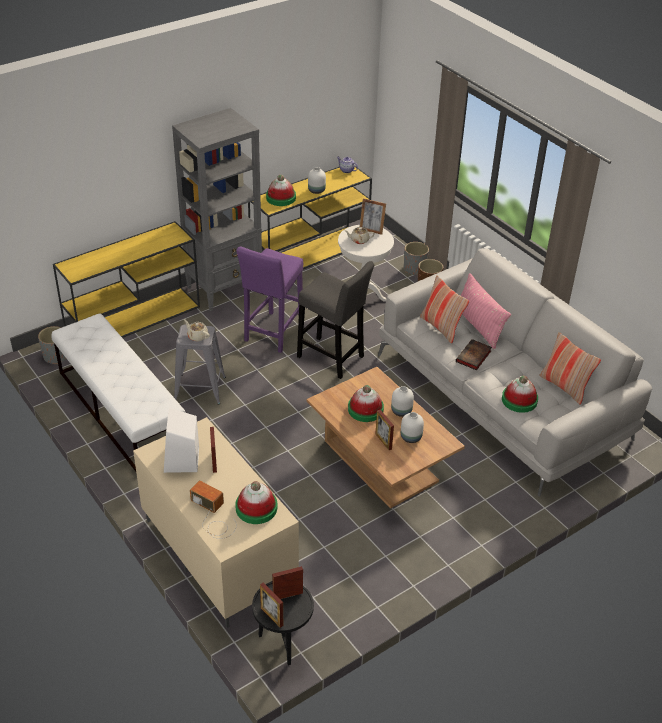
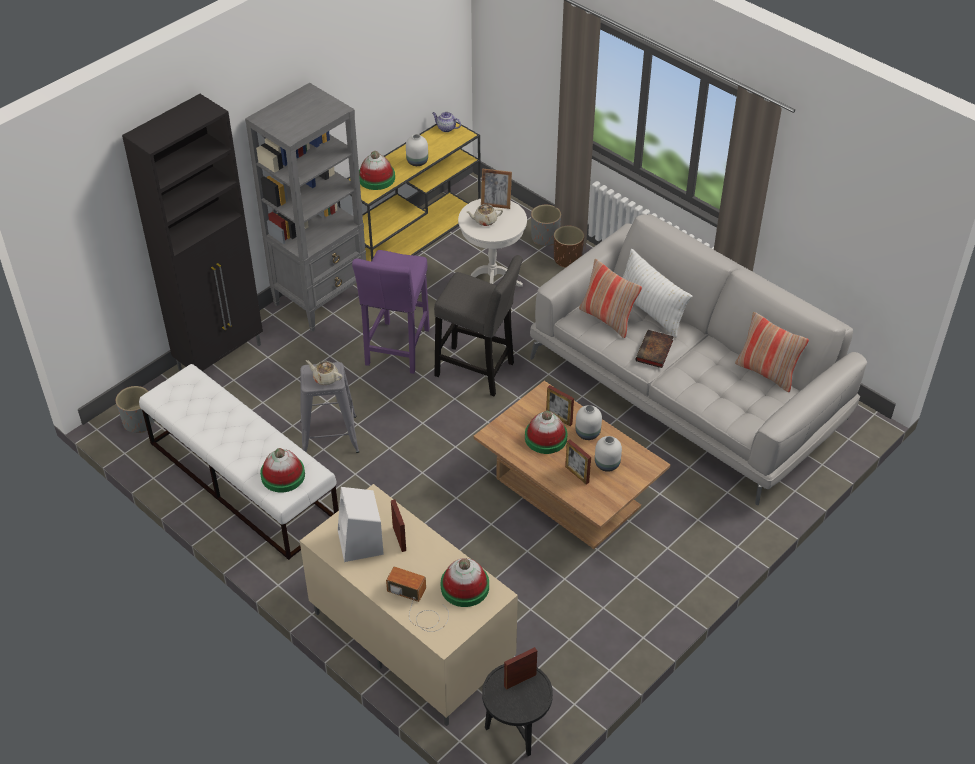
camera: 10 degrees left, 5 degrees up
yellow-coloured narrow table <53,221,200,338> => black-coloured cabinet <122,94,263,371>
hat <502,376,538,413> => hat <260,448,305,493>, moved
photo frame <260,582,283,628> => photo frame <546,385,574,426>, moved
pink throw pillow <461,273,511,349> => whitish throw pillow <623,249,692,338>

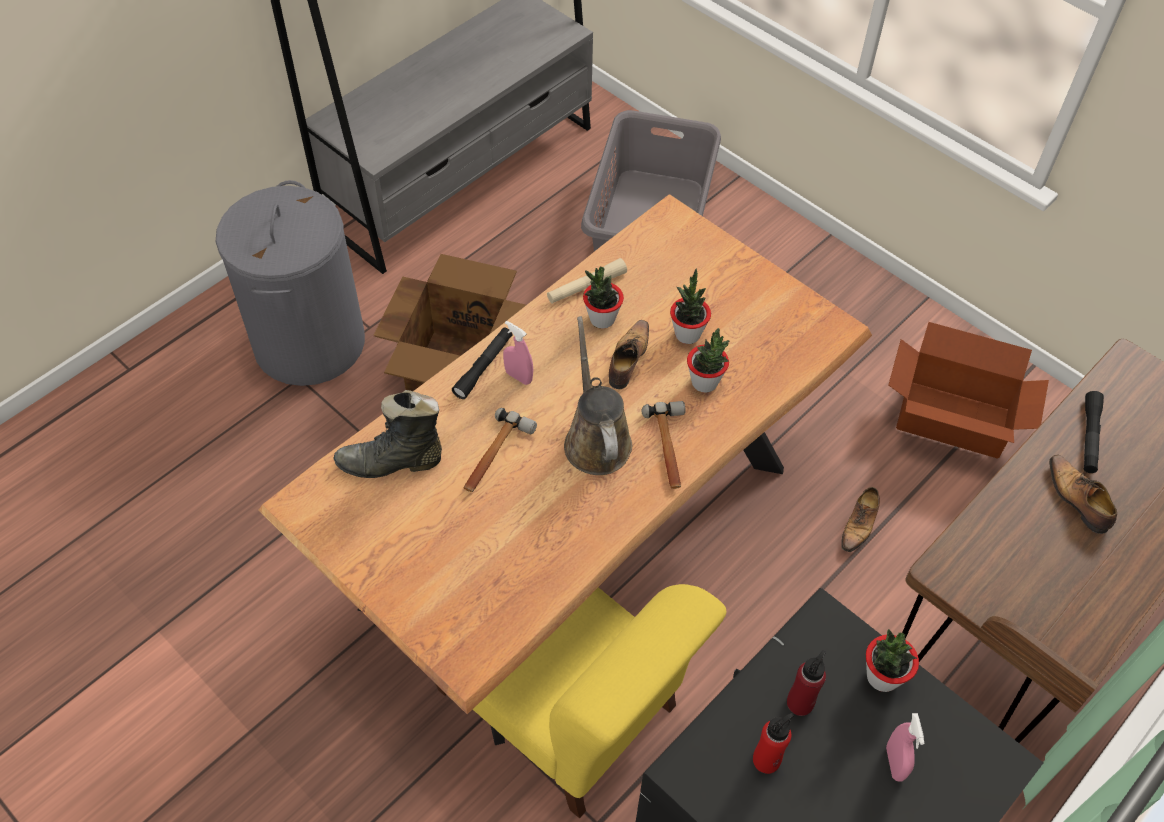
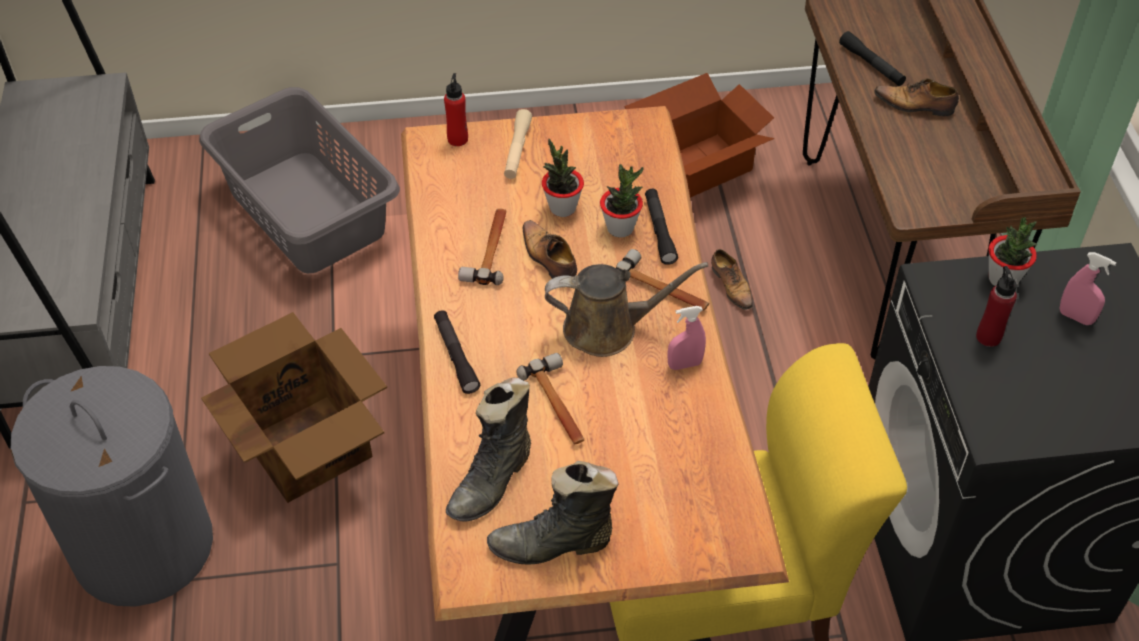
camera: 50 degrees left, 5 degrees down
reddish bottle <753,713,794,774> => reddish bottle <444,73,468,146>, moved
plant in a pot <583,267,624,329> => hand hammer <458,208,506,285>
nothing => black-coloured boot <487,461,619,565>
beige hand torch <547,258,627,304> => beige hand torch <504,109,532,179>, moved
brown-coloured watering can <564,316,632,475> => brown-coloured watering can <545,262,708,357>, 150 degrees clockwise
nothing => black-coloured hand torch <645,189,678,265>
pink spray bottle <503,321,533,385> => pink spray bottle <668,306,706,370>, moved

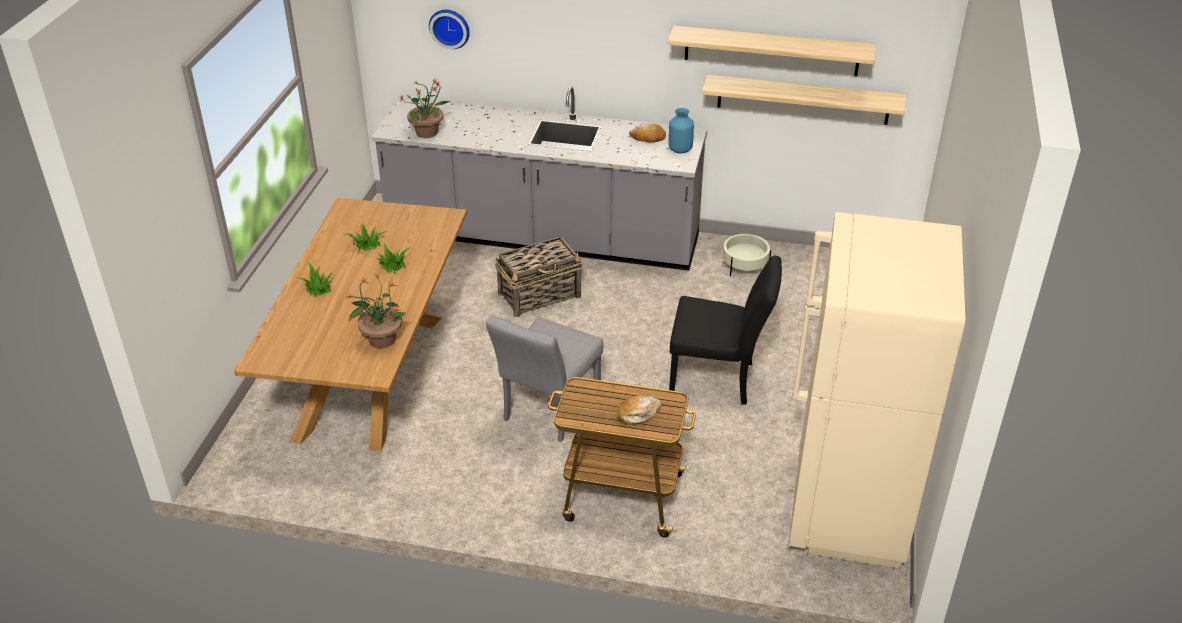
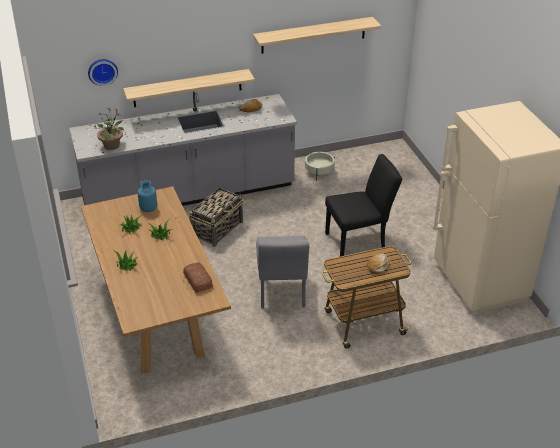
camera: 30 degrees left, 0 degrees up
shelf <702,75,906,125> => shelf <123,69,255,107>, moved
blue-coloured flower vase <668,108,694,153> => blue-coloured flower vase <138,180,157,212>, moved
plant in a pot <346,274,406,348> => bread <183,262,213,293>

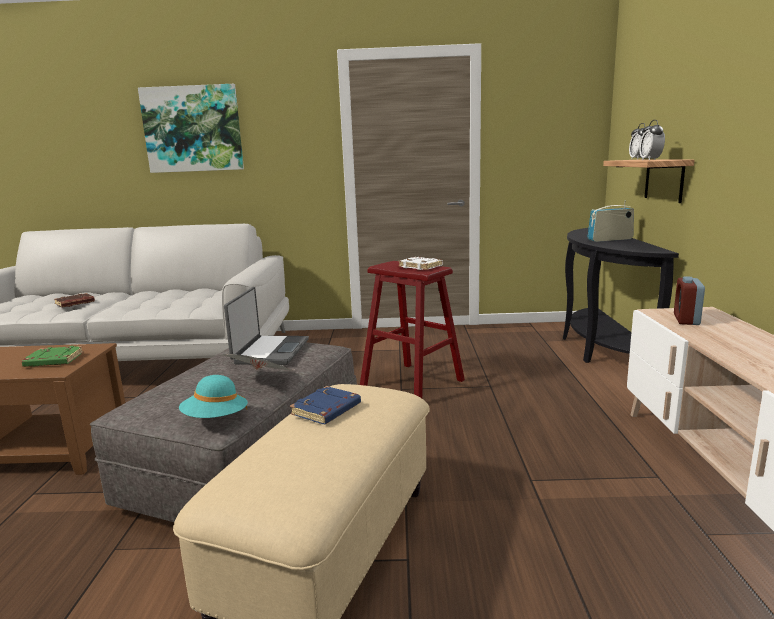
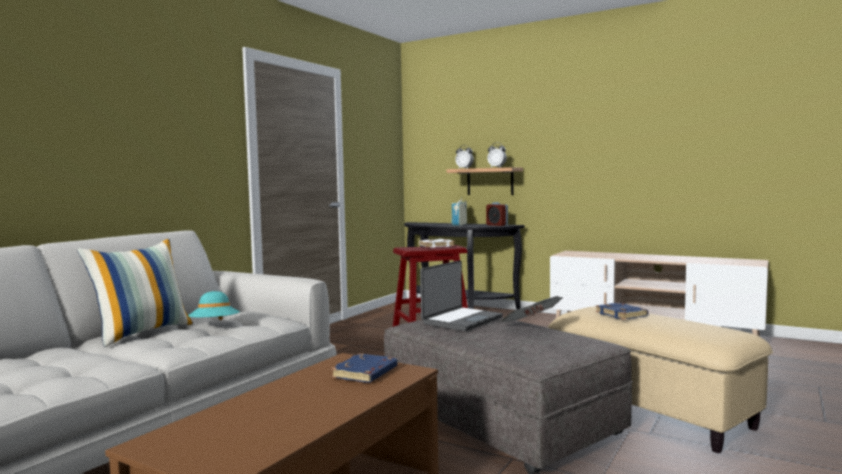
camera: 60 degrees left, 10 degrees down
nothing => throw pillow <77,239,193,347>
turquoise hat <179,375,248,418> => turquoise hat <188,291,240,320>, moved
greenish bound book <22,346,83,367> => blue-coloured bound book <331,353,397,383>
portable computer <224,287,309,365> => portable computer <420,260,503,331>, 90 degrees clockwise
table clock <674,276,705,325> => table clock <486,202,508,226>, moved
brown-coloured bound book <54,293,95,307> => nothing
picture <138,84,244,173> => nothing

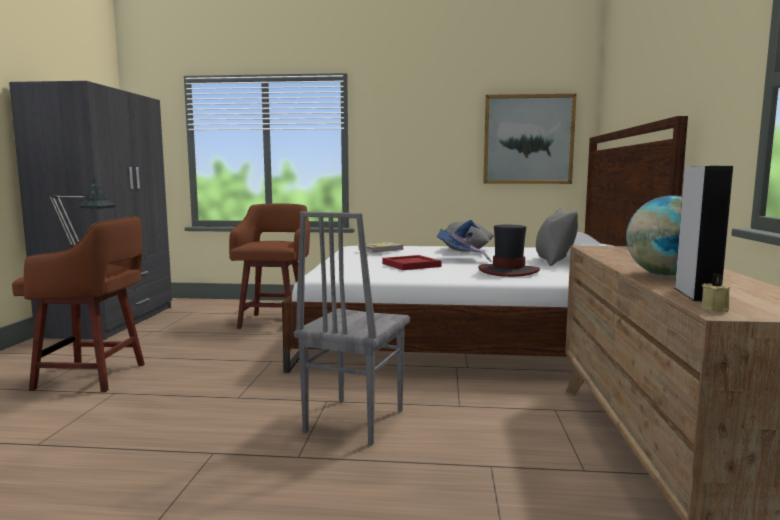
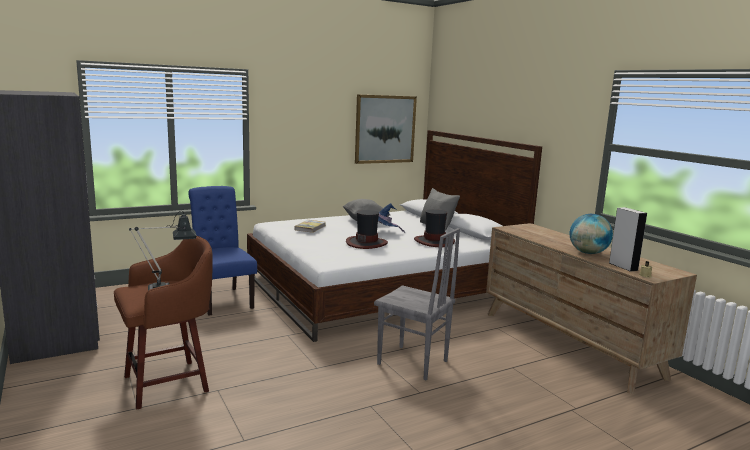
camera: 35 degrees left, 5 degrees up
brown-coloured sitting stool <229,203,310,329> => blue-coloured upright chair <188,186,257,316>
reddish carrying tray <382,255,441,270> => hat <346,210,388,249>
gray upright chair <294,212,410,446> => gray upright chair <374,228,460,380>, 45 degrees counterclockwise

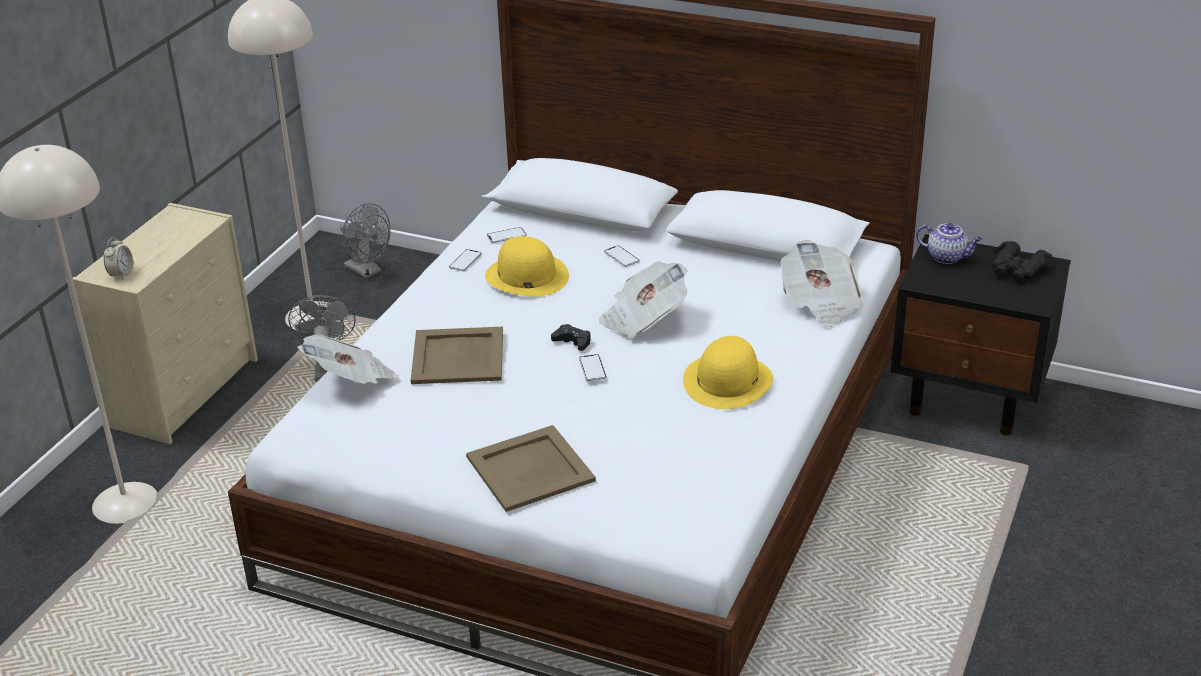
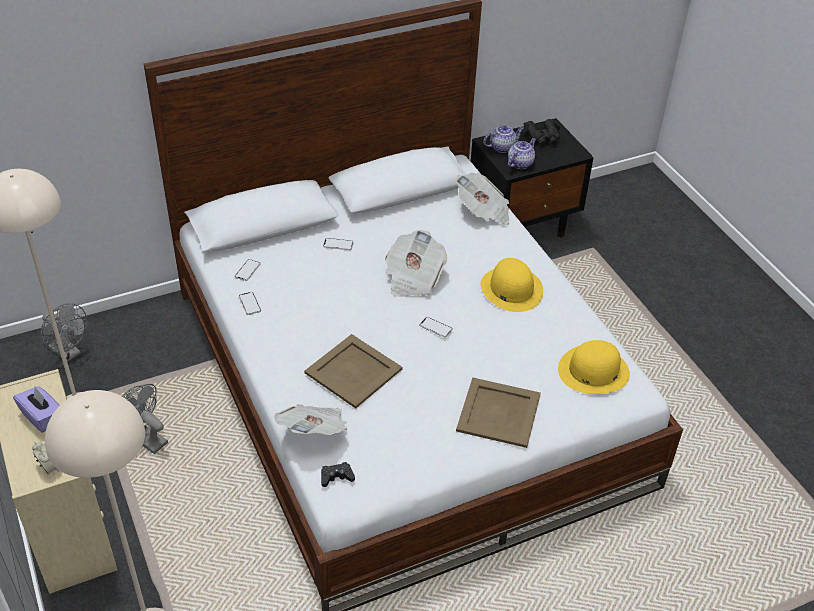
camera: 50 degrees left, 10 degrees up
nothing => purplish box of tissues <13,386,60,433>
gray cooling fan <340,203,391,279> => gray cooling fan <41,303,87,362>, 45 degrees clockwise
black-coloured gamepad <551,324,591,351> => black-coloured gamepad <321,462,355,487>, moved
nothing => teapot <508,138,536,169>
yellow-coloured hat <485,236,569,296> => yellow-coloured hat <558,340,630,394>, moved

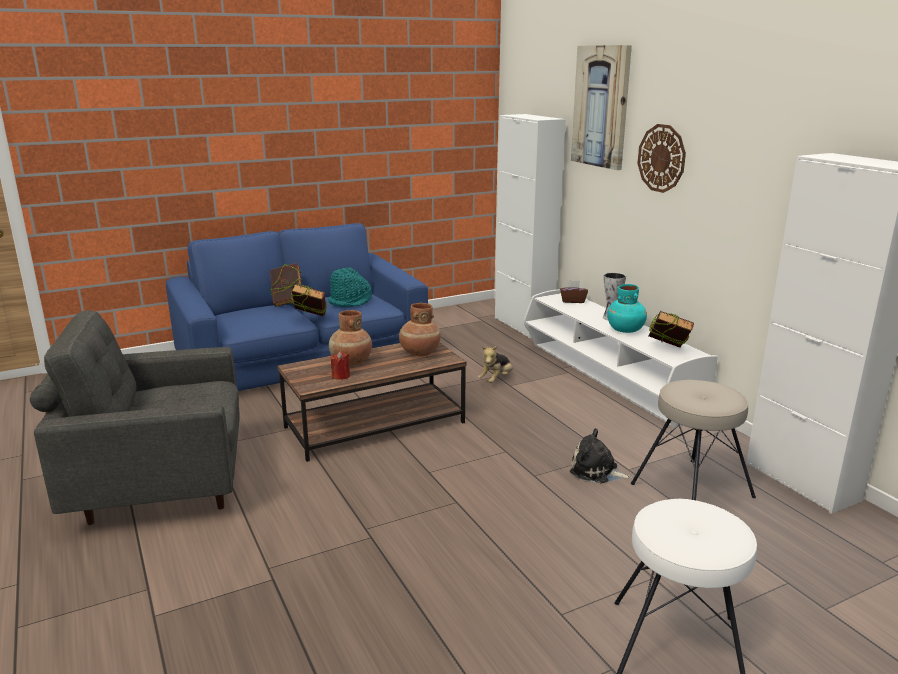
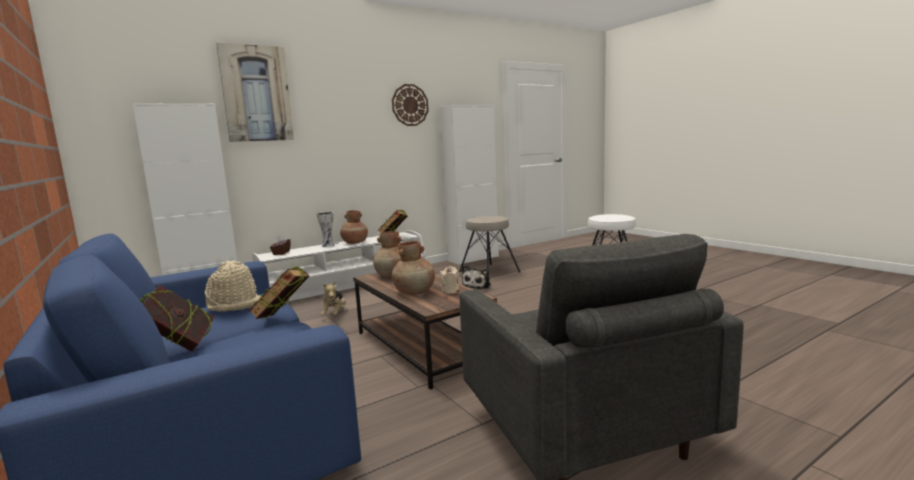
camera: 95 degrees left, 10 degrees down
turquoise hat <328,268,372,307> => beige hat <205,261,261,312>
cuddly toy <478,345,512,383> => cuddly toy <321,280,346,315>, 60 degrees clockwise
turquoise flower vase <607,284,647,333> => brown-coloured flower vase <340,210,368,244>
hanging clock <638,124,686,193> => hanging clock <392,84,429,126>, moved
reddish candle <331,351,350,380> => beige candle <440,266,459,294>

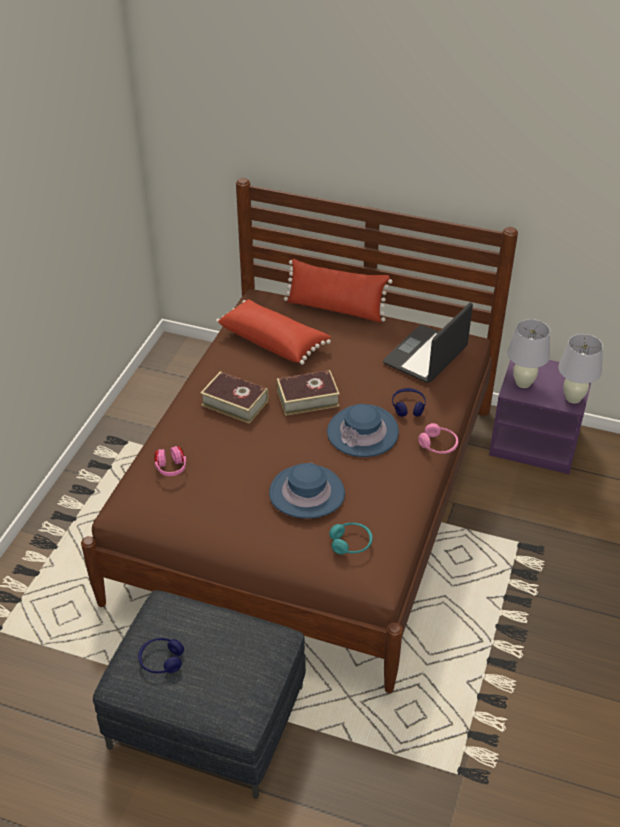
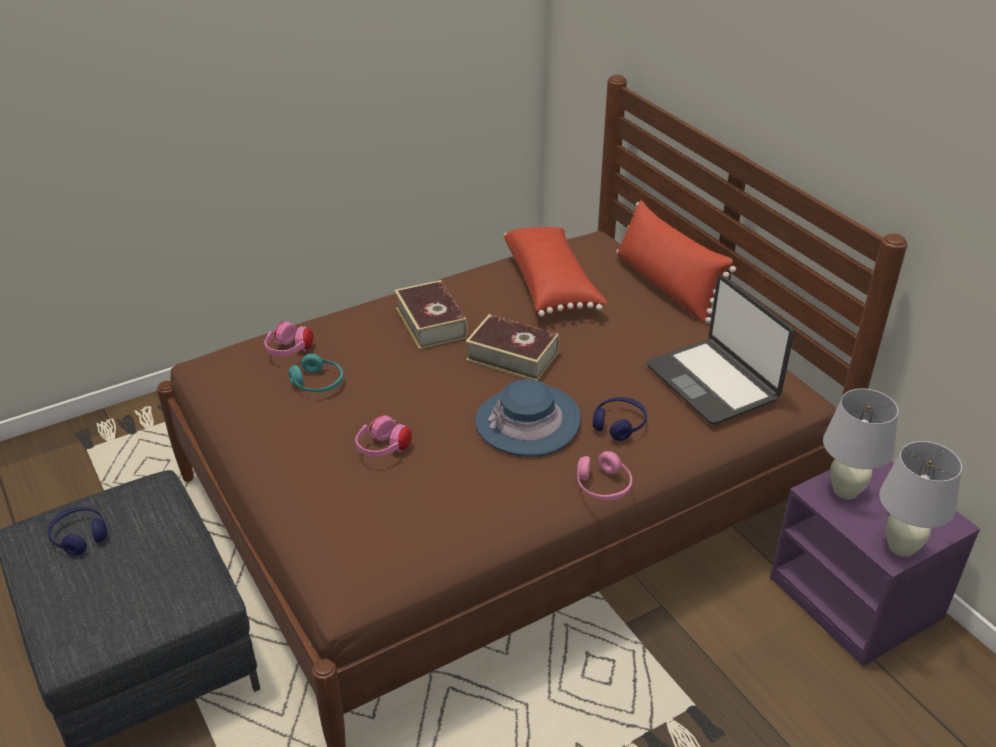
camera: 40 degrees right, 5 degrees down
turquoise headset <329,523,373,555> => turquoise headset <288,354,343,392>, moved
blue-coloured hat <269,463,345,519> => pink headset <355,415,412,457>
portable computer <383,302,473,383> => portable computer <647,275,794,424>, 105 degrees counterclockwise

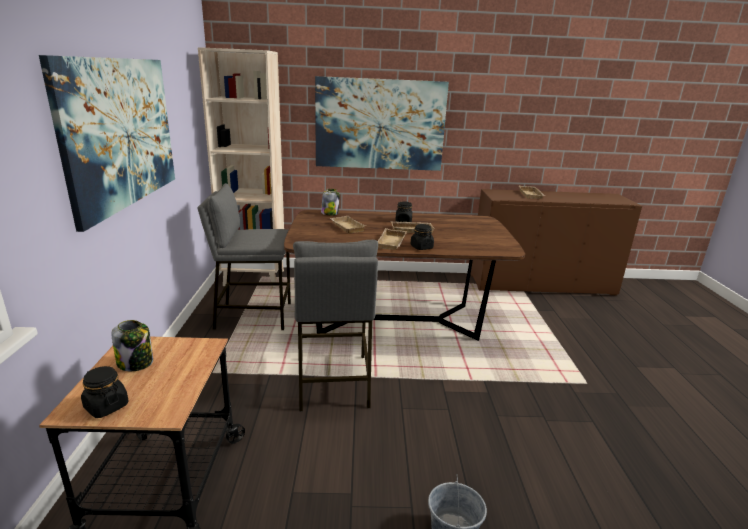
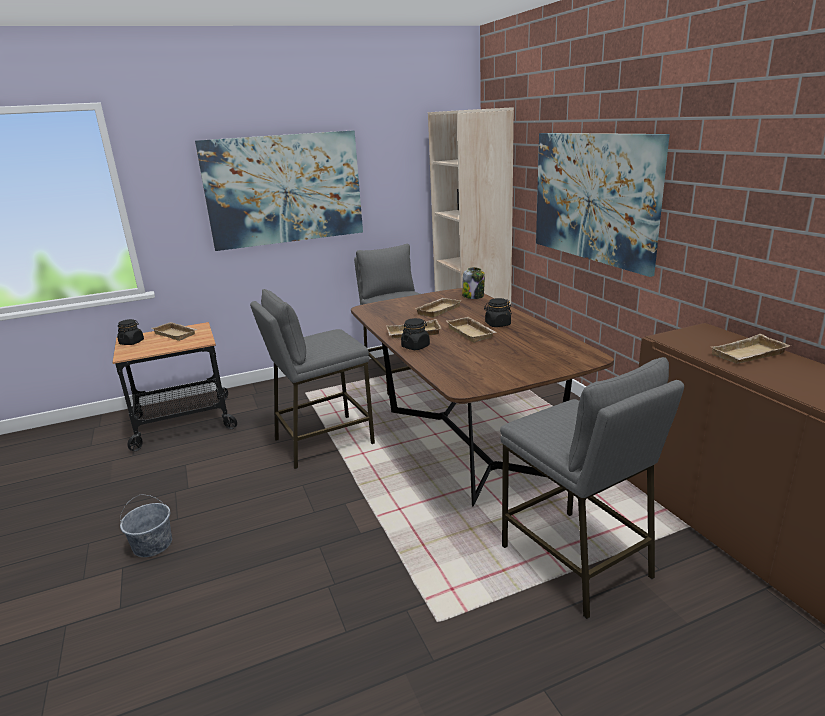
camera: 70 degrees right, 0 degrees up
storage jar <111,320,153,371> => beige carrying tray <152,322,198,341>
nothing => gray sitting stool <500,357,684,619>

